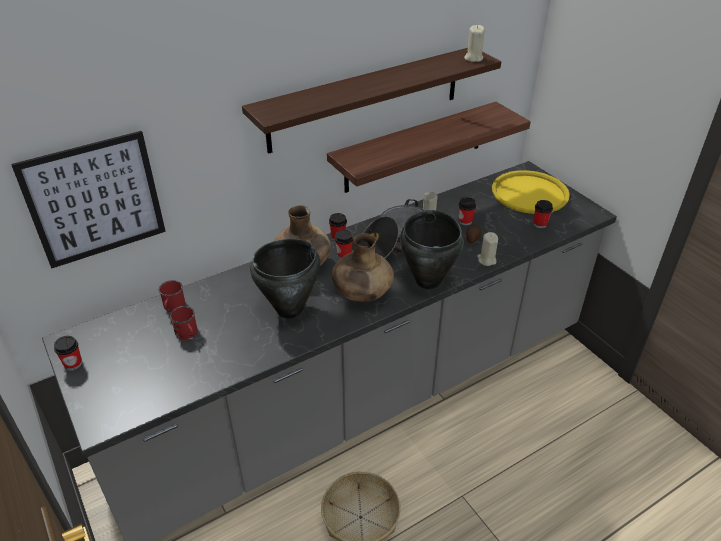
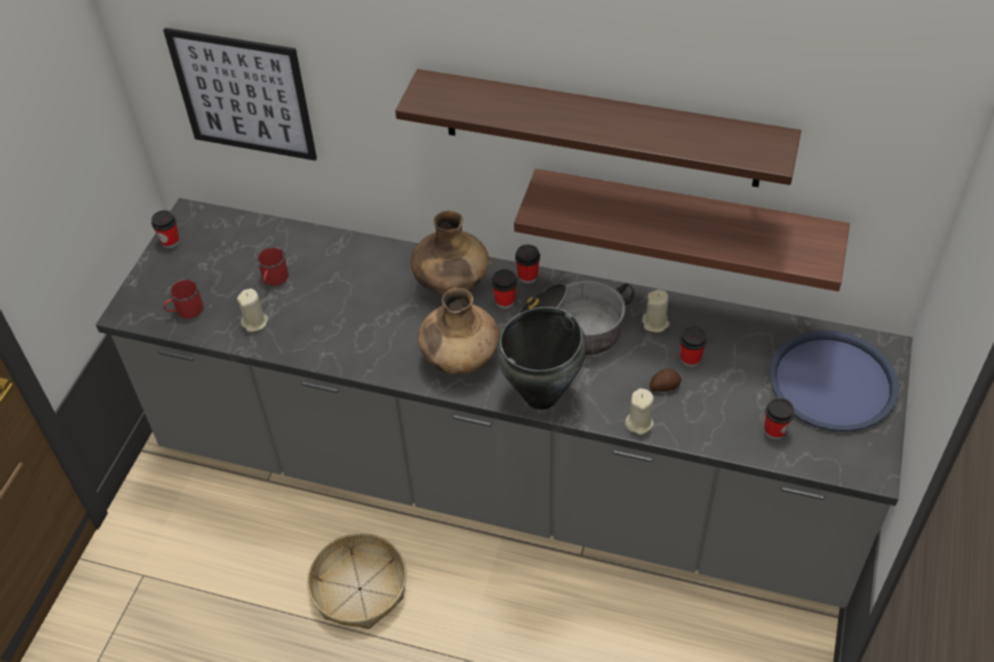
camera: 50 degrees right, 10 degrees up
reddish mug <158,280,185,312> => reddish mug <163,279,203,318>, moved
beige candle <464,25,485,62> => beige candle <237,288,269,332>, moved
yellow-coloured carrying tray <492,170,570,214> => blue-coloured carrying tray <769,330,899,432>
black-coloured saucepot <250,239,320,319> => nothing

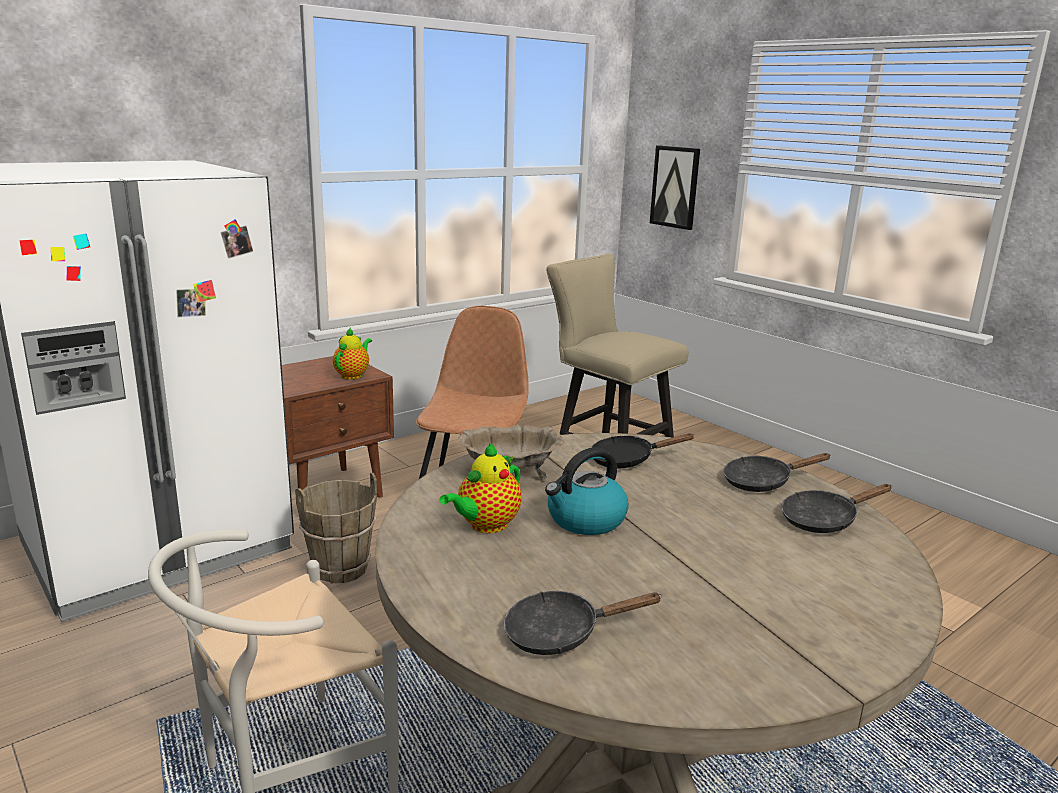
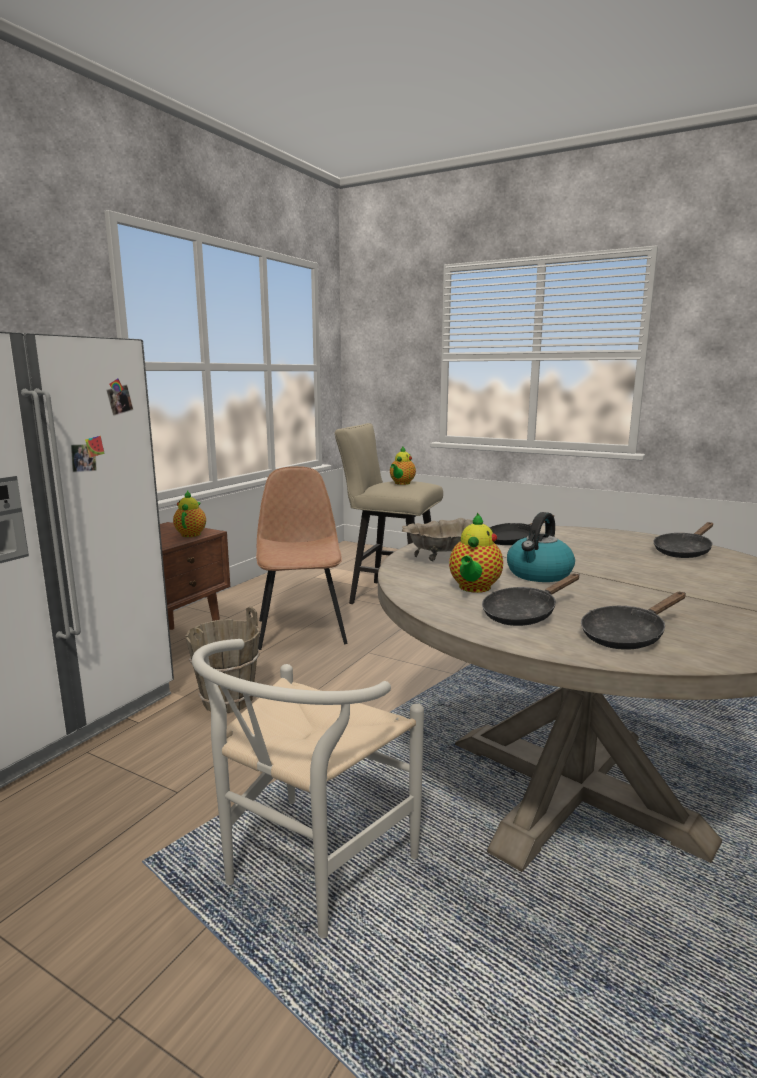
camera: 20 degrees left, 5 degrees down
nothing => teapot <390,446,416,485>
black-coloured pan <723,453,831,492> => black-coloured pan <482,573,579,626>, moved
picture <650,146,700,230> => nothing

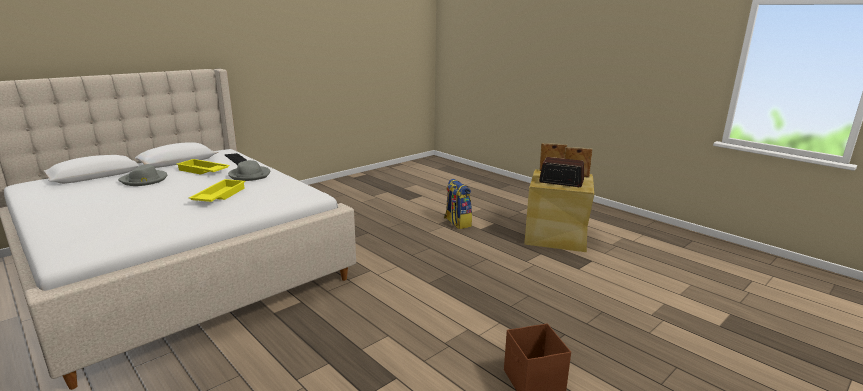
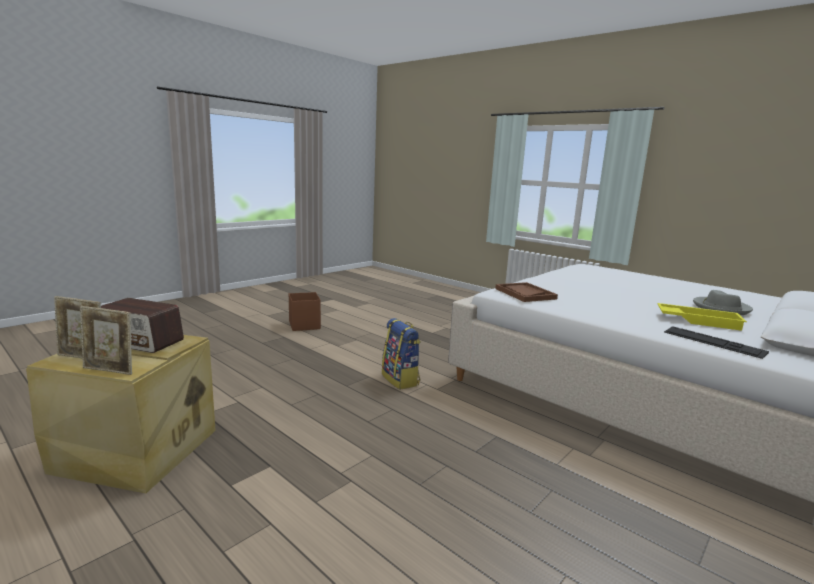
camera: 175 degrees right, 5 degrees down
rucksack <444,179,472,229> => rucksack <382,318,421,390>, moved
nothing => brown-coloured carrying tray <495,282,558,302>
yellow-coloured carrying tray <189,179,245,202> => nothing
gray hat <228,160,270,181> => nothing

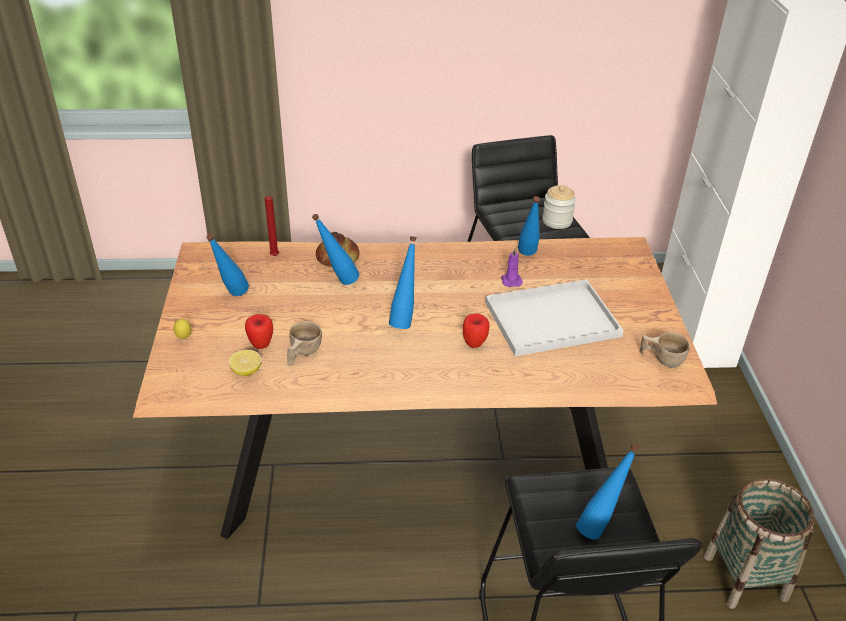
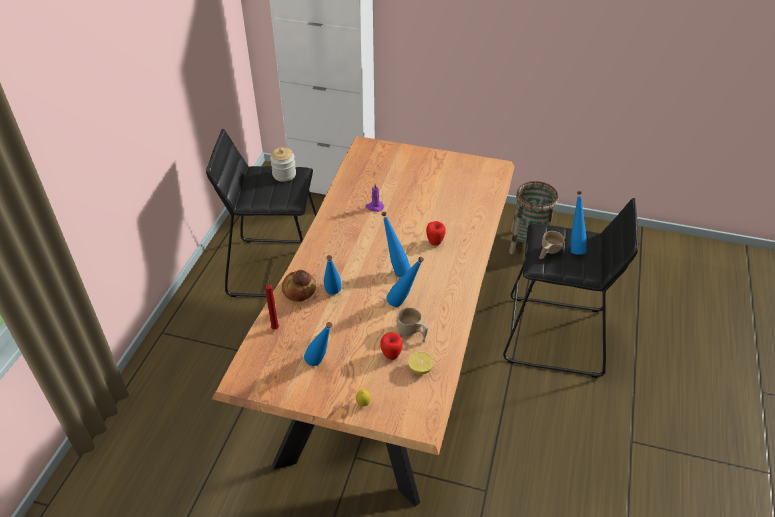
camera: 70 degrees left, 5 degrees up
blue-coloured bottle <518,196,540,256> => blue-coloured bottle <386,257,424,307>, moved
beige small cup <640,332,690,368> => beige small cup <539,231,565,259>, moved
whitish carrying tray <485,279,624,356> => nothing

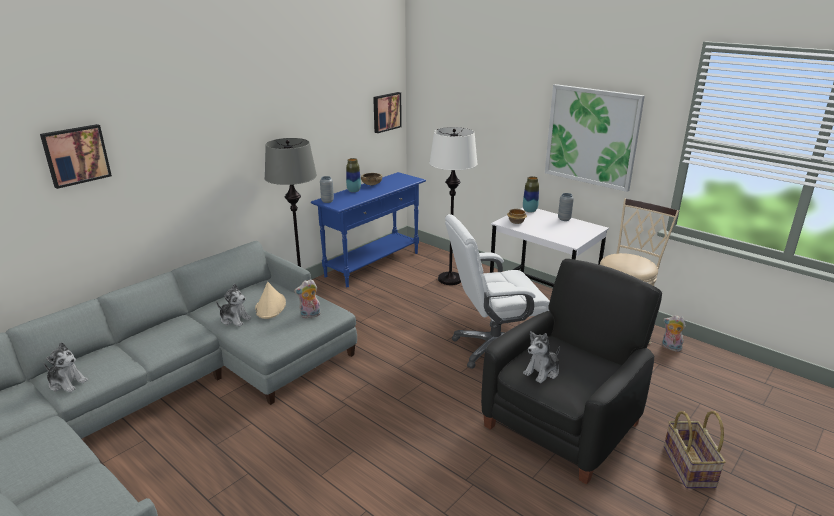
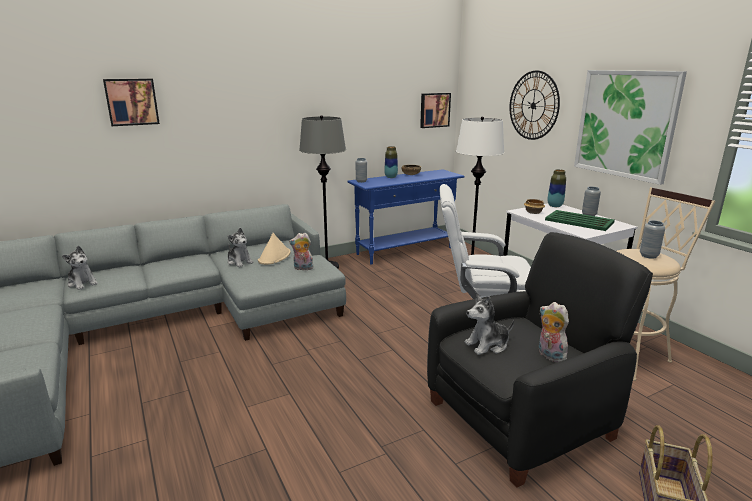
camera: 20 degrees right, 5 degrees down
nothing => hanging clock <510,71,560,140>
cuddly toy <662,315,686,352> => cuddly toy <539,302,569,362>, moved
nothing => greenish carrying tray <545,210,615,231>
nothing => gray flower vase <640,220,665,259>

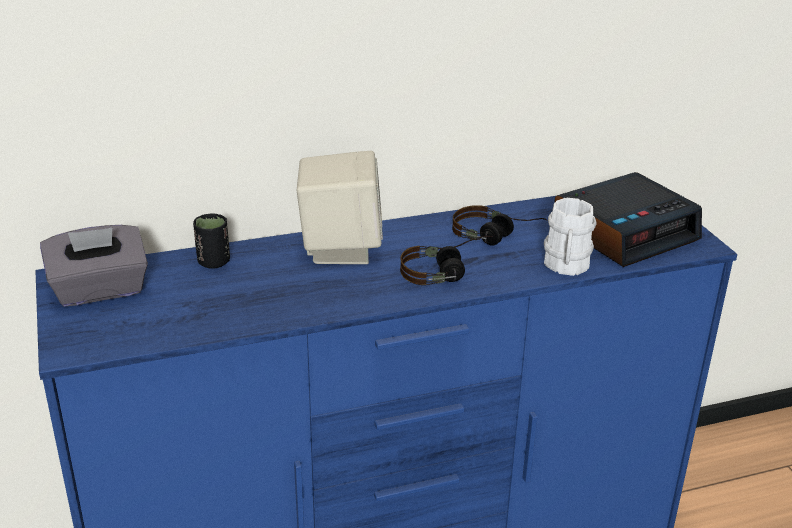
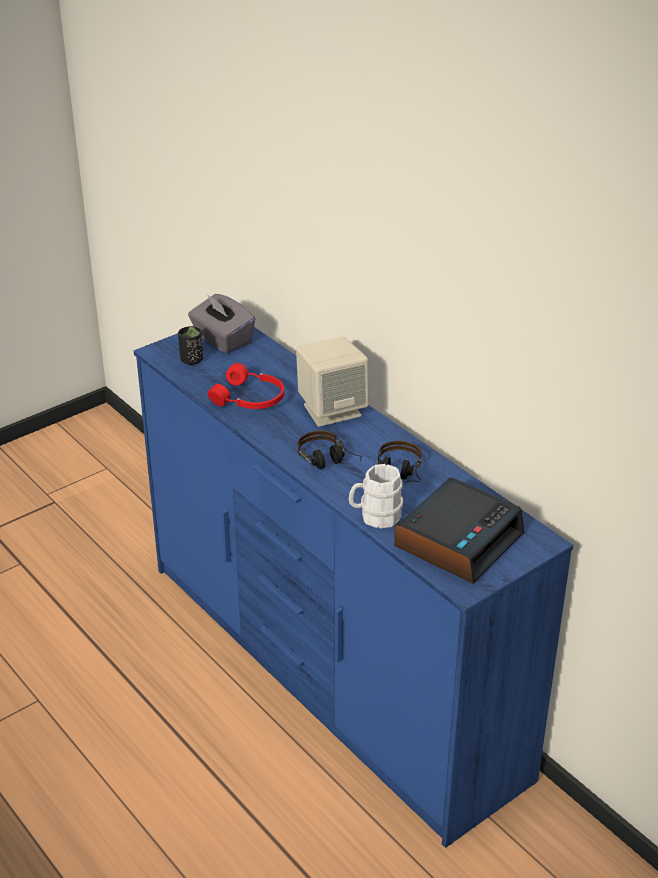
camera: 70 degrees right, 5 degrees up
black-coloured small cup <193,213,230,269> => black-coloured small cup <178,326,203,365>, moved
nothing => reddish headset <207,363,284,409>
table clock <555,172,702,267> => table clock <394,477,524,584>, 90 degrees counterclockwise

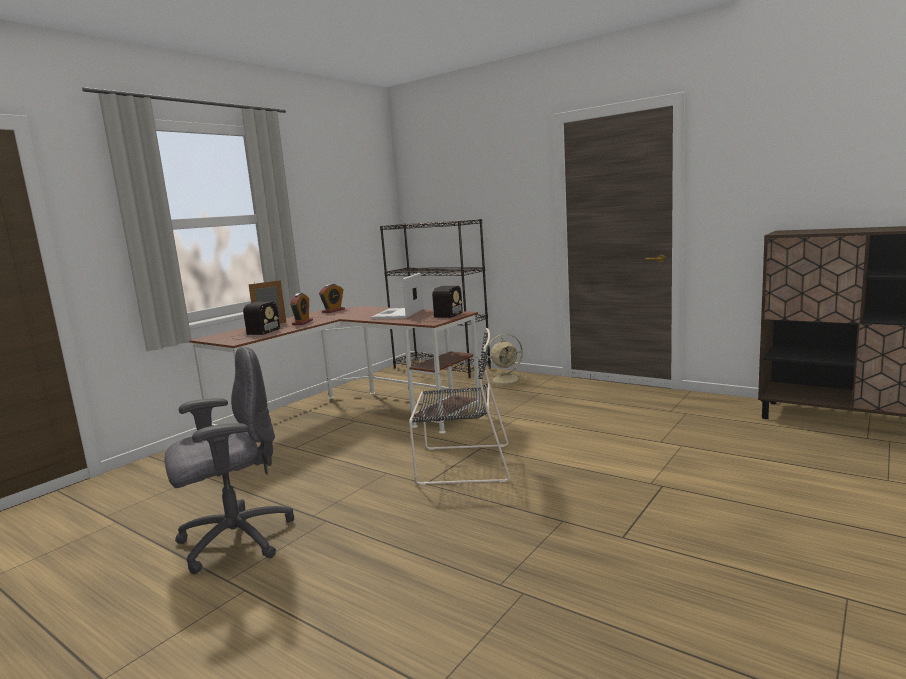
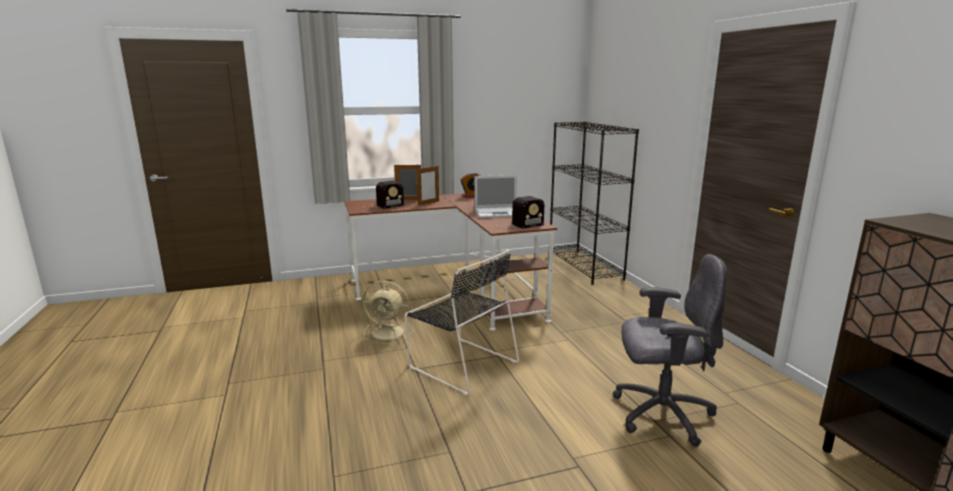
camera: 35 degrees right, 5 degrees up
beige cooling fan <483,334,527,385> => beige cooling fan <363,281,413,344>, moved
table clock <290,293,313,325> => photo frame <417,165,439,206>
portable computer <371,273,424,319> => portable computer <475,175,517,218>, 150 degrees counterclockwise
gray computer chair <164,346,294,574> => gray computer chair <613,254,727,447>, moved

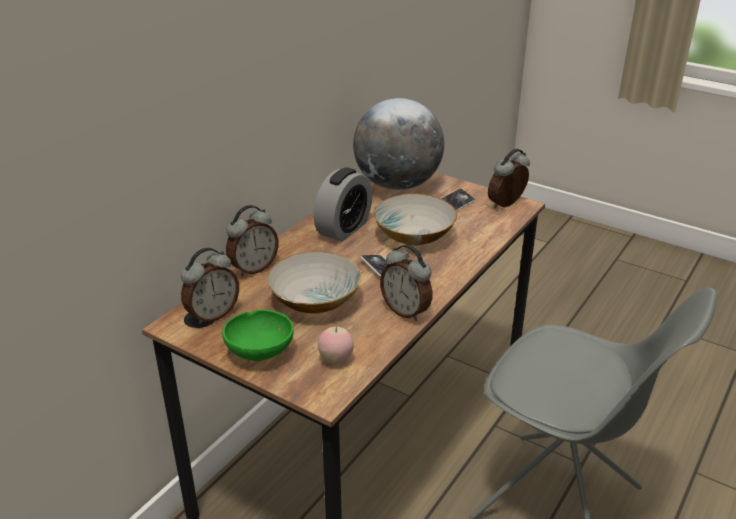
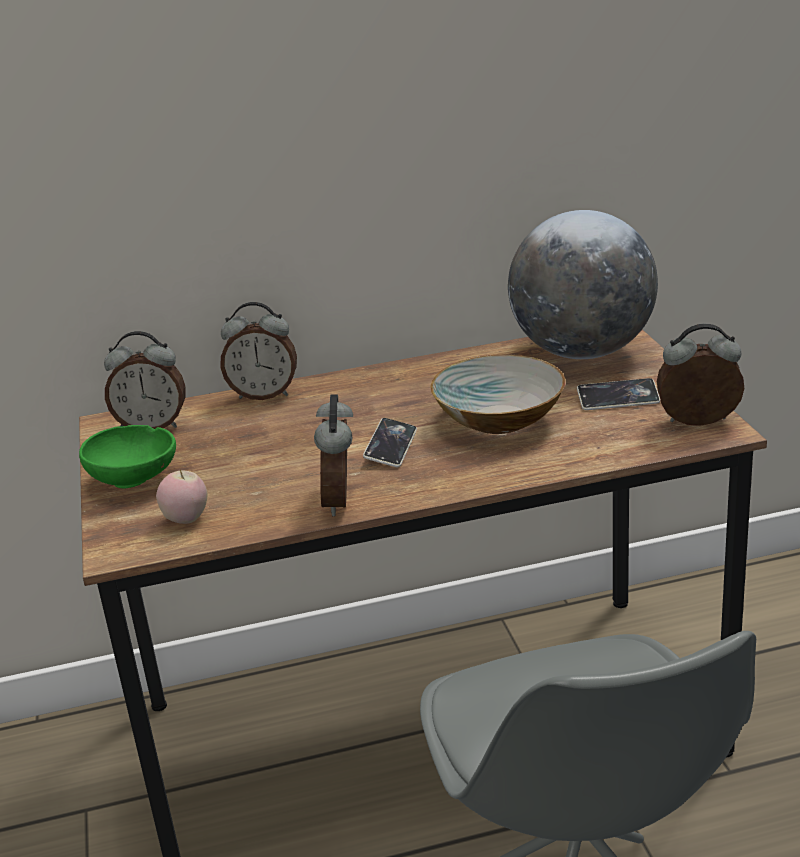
camera: 45 degrees right, 5 degrees down
bowl <266,251,362,314> => nothing
table clock <313,168,372,242> => nothing

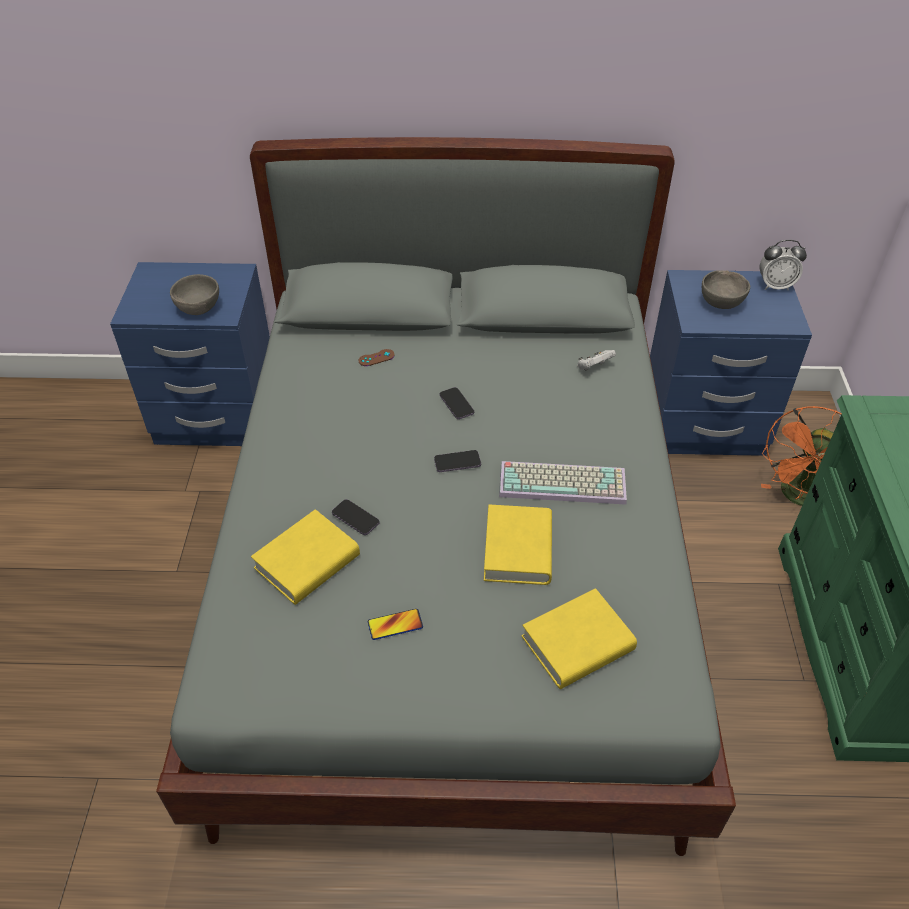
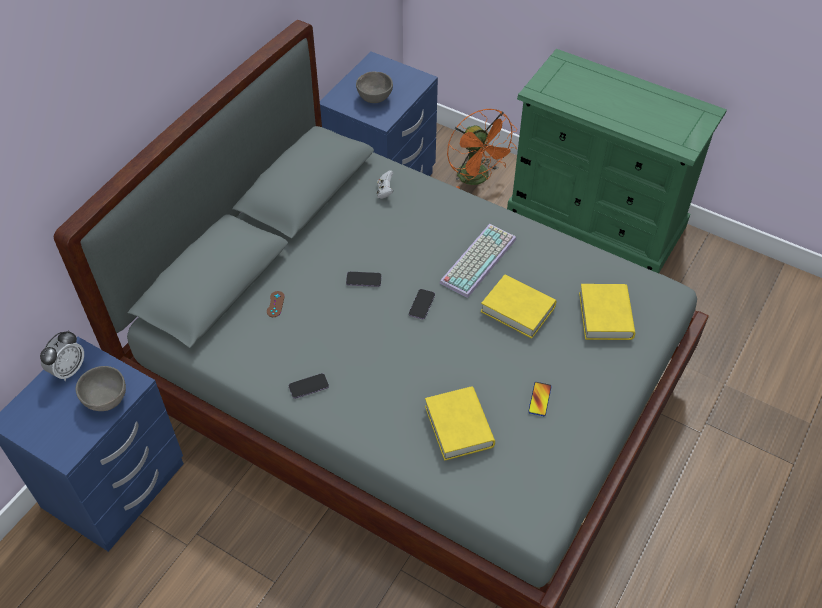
camera: 60 degrees left, 5 degrees up
table clock <759,240,807,290> => table clock <40,331,84,381>, moved
phone <332,499,380,535> => phone <289,373,329,399>, moved

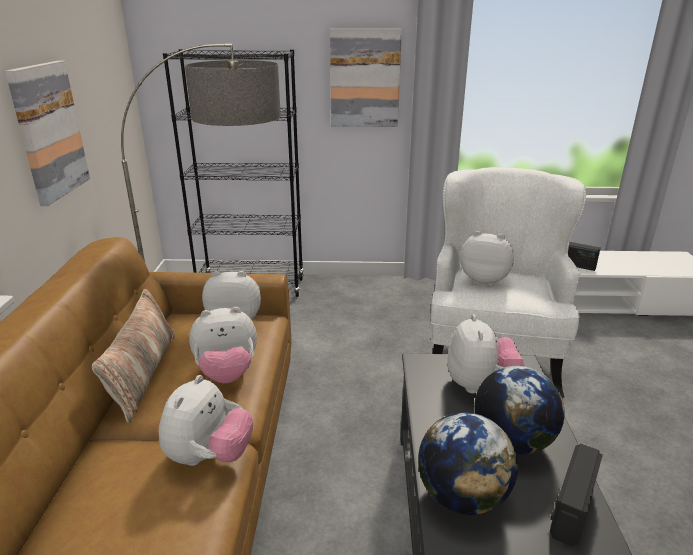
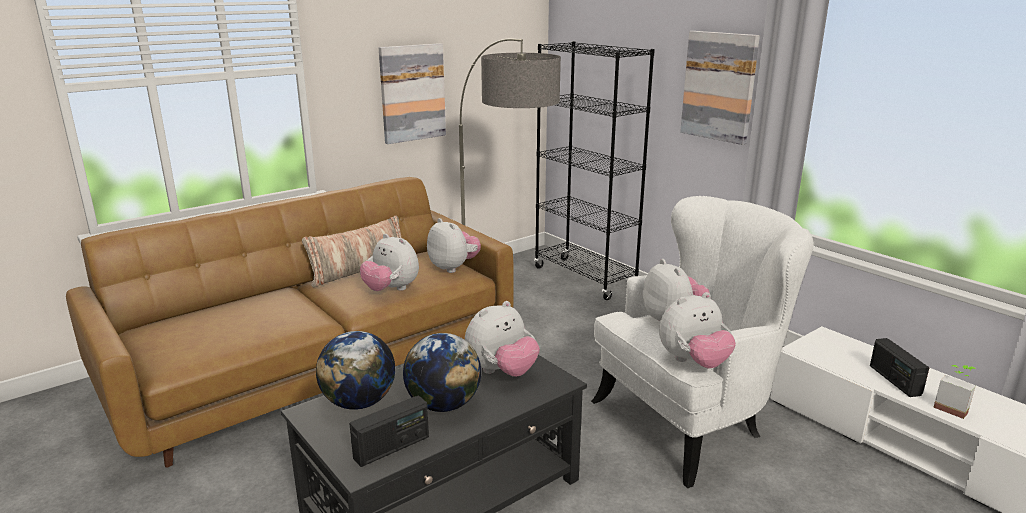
camera: 50 degrees right, 5 degrees down
radio receiver <550,443,603,547> => radio receiver <349,395,429,467>, 150 degrees clockwise
cuddly toy <159,375,253,466> => cuddly toy <659,292,736,368>, moved
nothing => plant in a pot <933,365,977,419>

